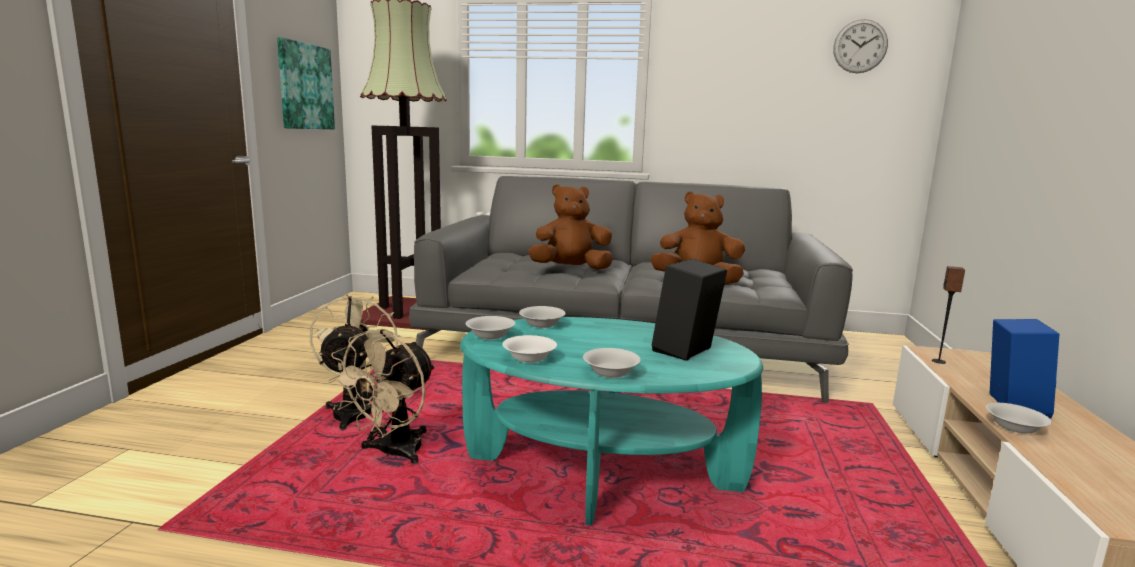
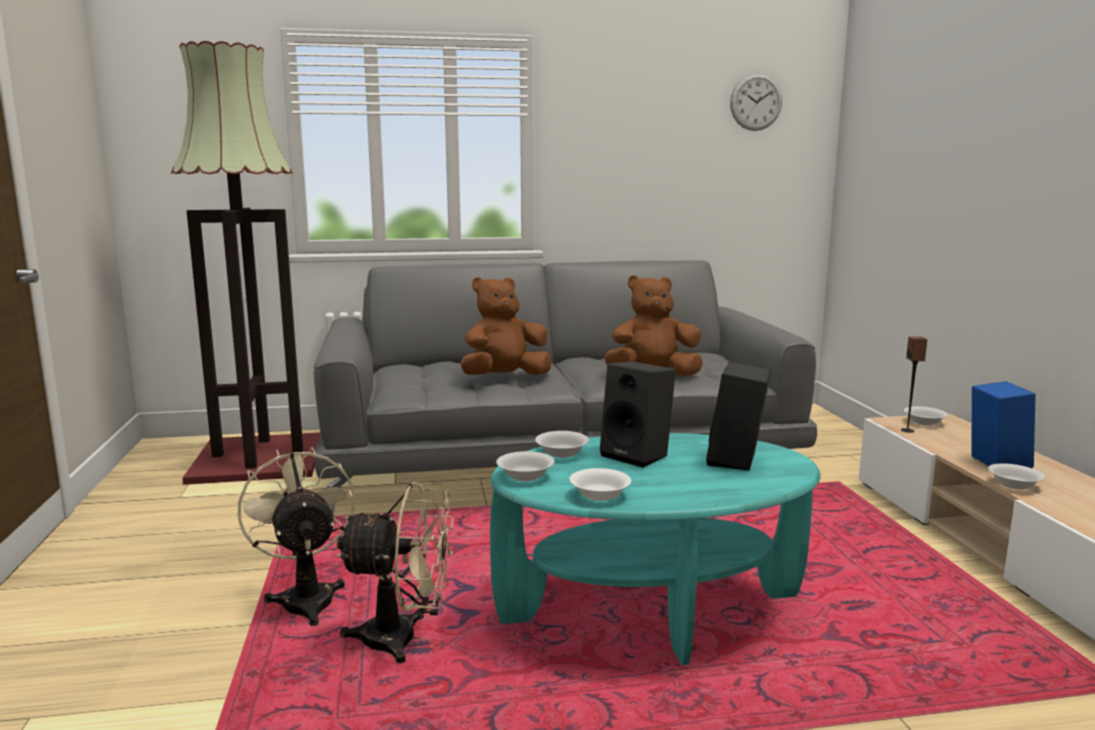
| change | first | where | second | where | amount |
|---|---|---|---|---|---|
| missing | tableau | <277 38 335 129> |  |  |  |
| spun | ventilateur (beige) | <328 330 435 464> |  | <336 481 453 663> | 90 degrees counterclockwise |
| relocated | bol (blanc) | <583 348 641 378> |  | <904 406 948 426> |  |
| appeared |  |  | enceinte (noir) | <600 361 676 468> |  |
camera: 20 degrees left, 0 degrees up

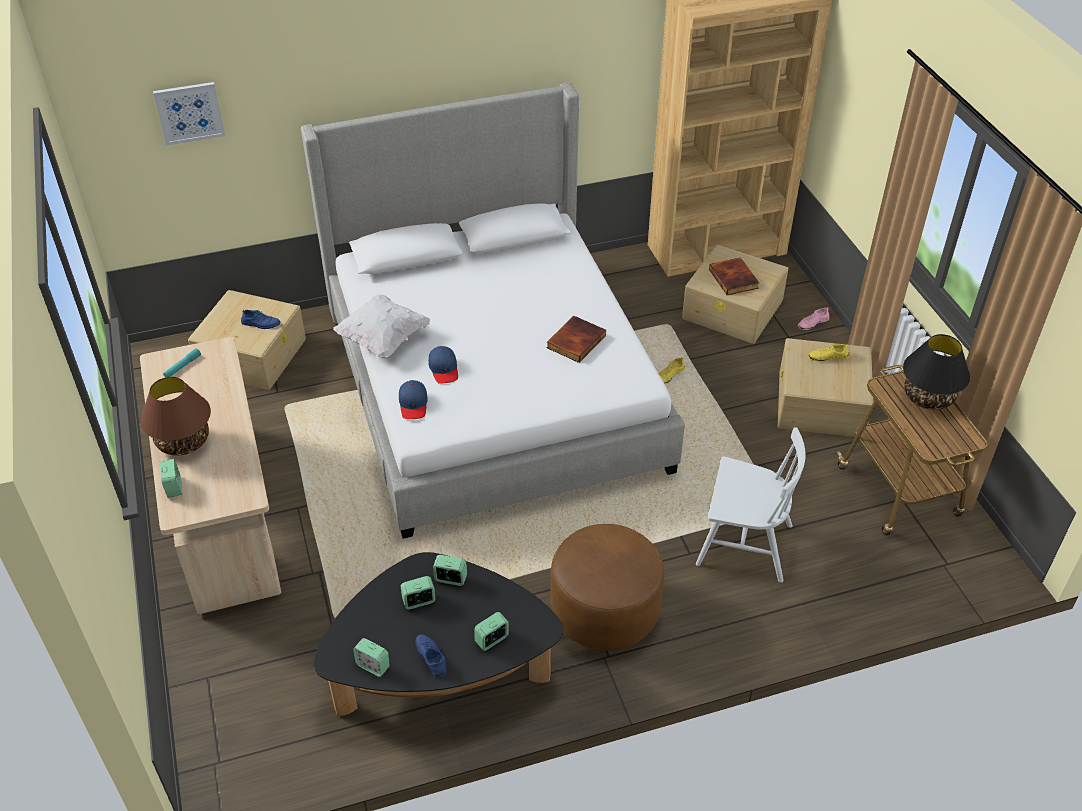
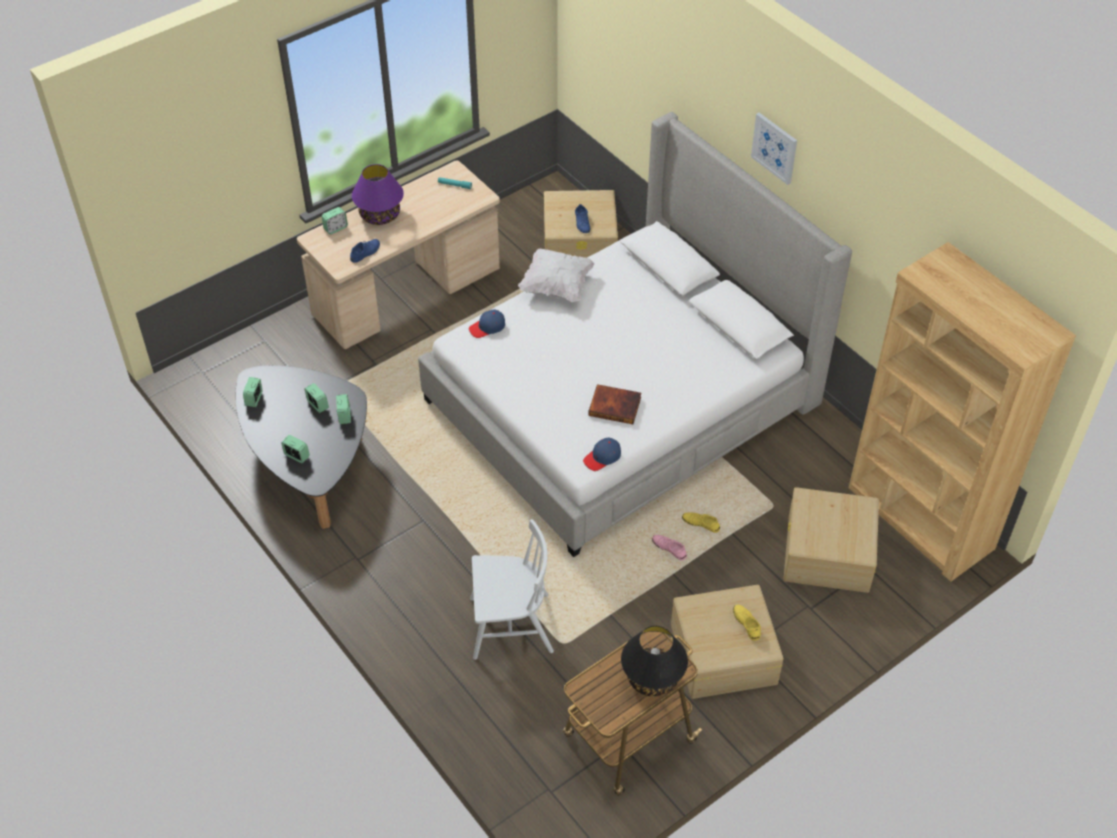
| change | first | where | second | where | amount |
|---|---|---|---|---|---|
| colour | lampe de table (marron) | <140 377 211 456> | lampe de table (violet) | <352 164 404 225> |  |
| relocated | tableau | <153 82 225 146> |  | <751 113 797 185> |  |
| relocated | chaussure (bleu) | <415 634 447 678> |  | <350 239 380 263> |  |
| relocated | casquette (bleu) | <428 346 458 384> |  | <583 437 621 471> |  |
| missing | pouf (marron) | <550 524 664 650> |  |  |  |
| spun | chaise (blanc) | <696 427 805 583> |  | <470 519 554 660> | 90 degrees counterclockwise |
| missing | livre | <709 257 759 295> |  |  |  |
| relocated | chaussure (rose) | <798 308 830 330> |  | <652 535 687 560> |  |
camera: 70 degrees right, 5 degrees up

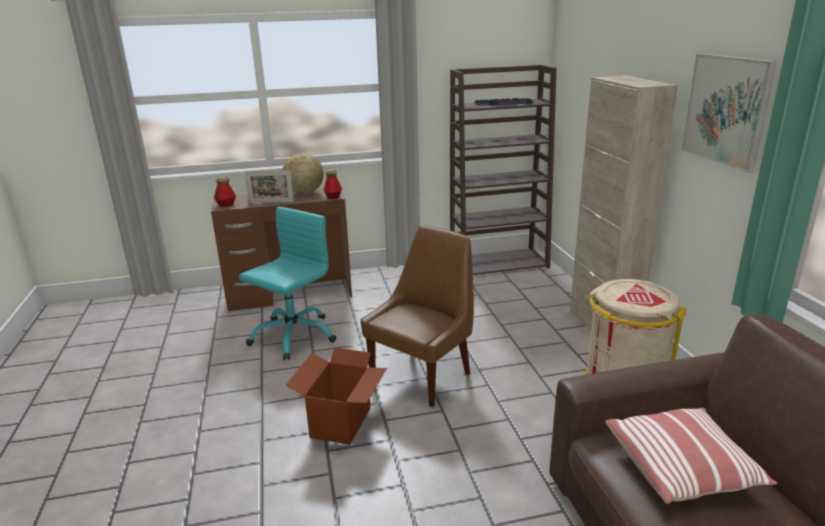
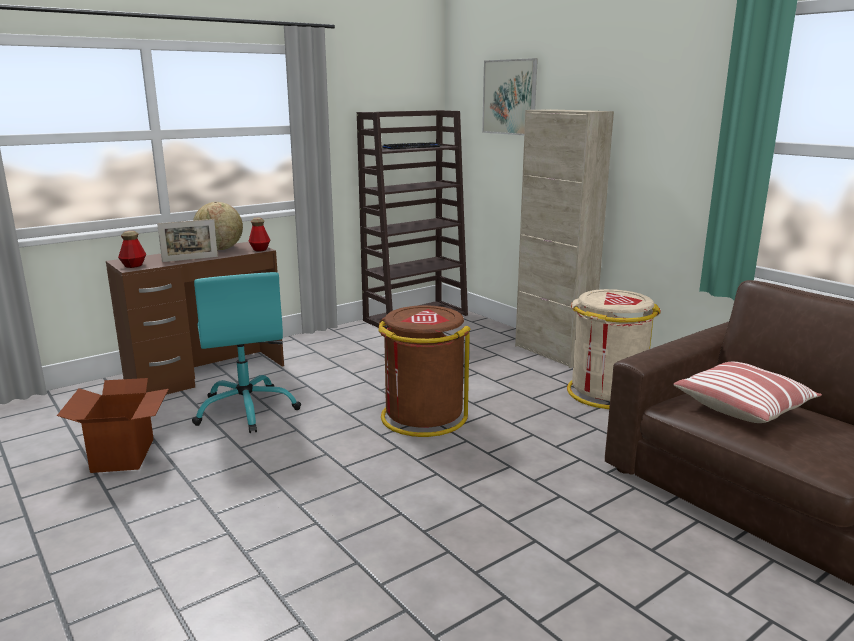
| change | first | where | second | where | amount |
|---|---|---|---|---|---|
| spun | chaise de bureau (turquoise) | <239 206 337 360> |  | <192 272 301 433> | 150 degrees clockwise |
| relocated | carton | <286 348 387 445> |  | <57 378 169 473> |  |
| exchanged | chaise (marron) | <361 226 474 407> | poubelle (marron) | <378 305 471 437> |  |
| relocated | tableau | <681 53 776 173> |  | <482 58 538 135> |  |
camera: 25 degrees left, 5 degrees down

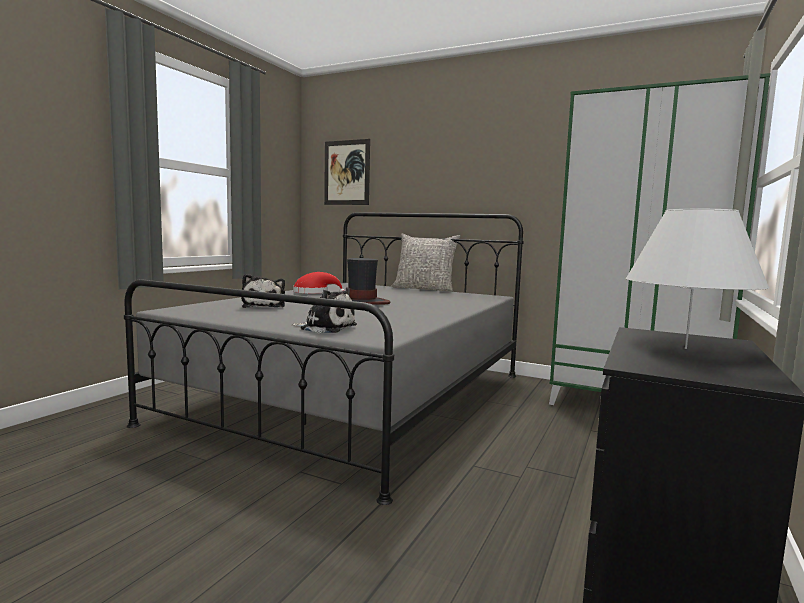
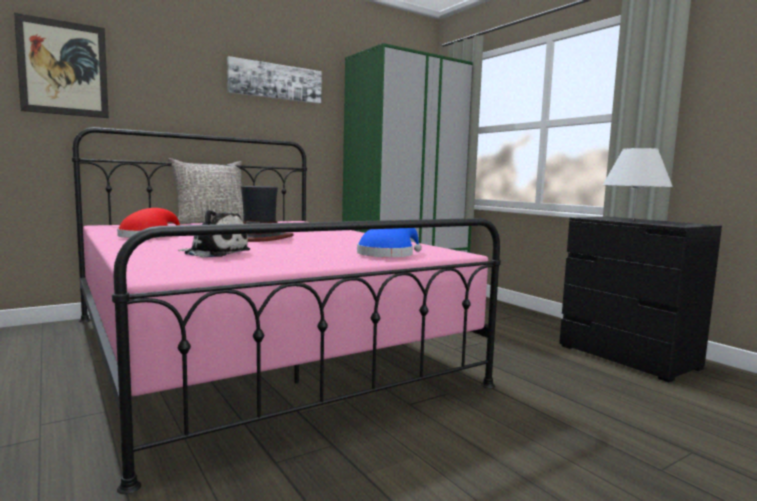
| change | first | where | second | where | amount |
|---|---|---|---|---|---|
| colour | lit (gris) | <124 212 524 505> | lit (rose) | <72 127 501 494> |  |
| exchanged | peluche | <291 290 357 333> | chapeau (bleu) | <357 228 422 257> |  |
| appeared |  |  | tableau | <227 56 322 104> |  |
camera: 60 degrees left, 0 degrees up

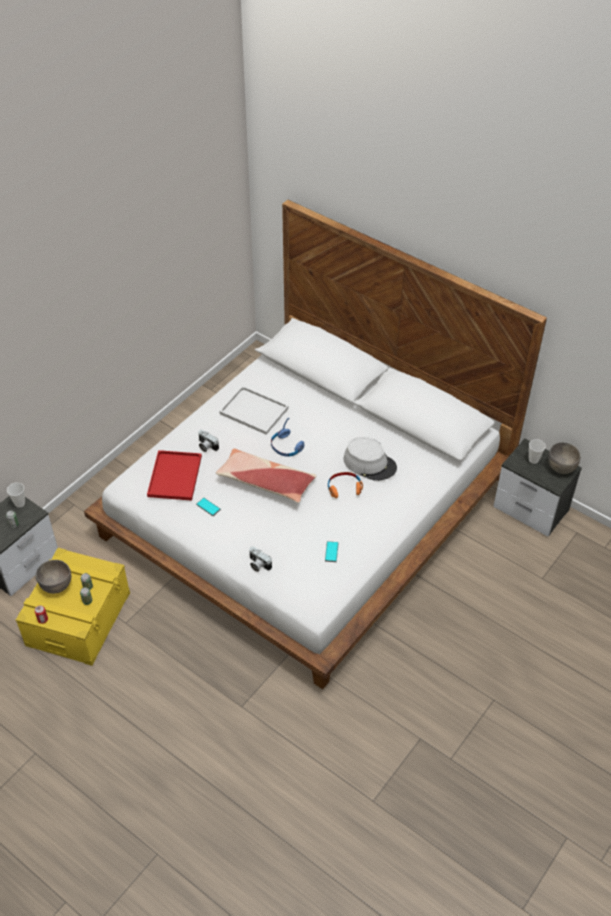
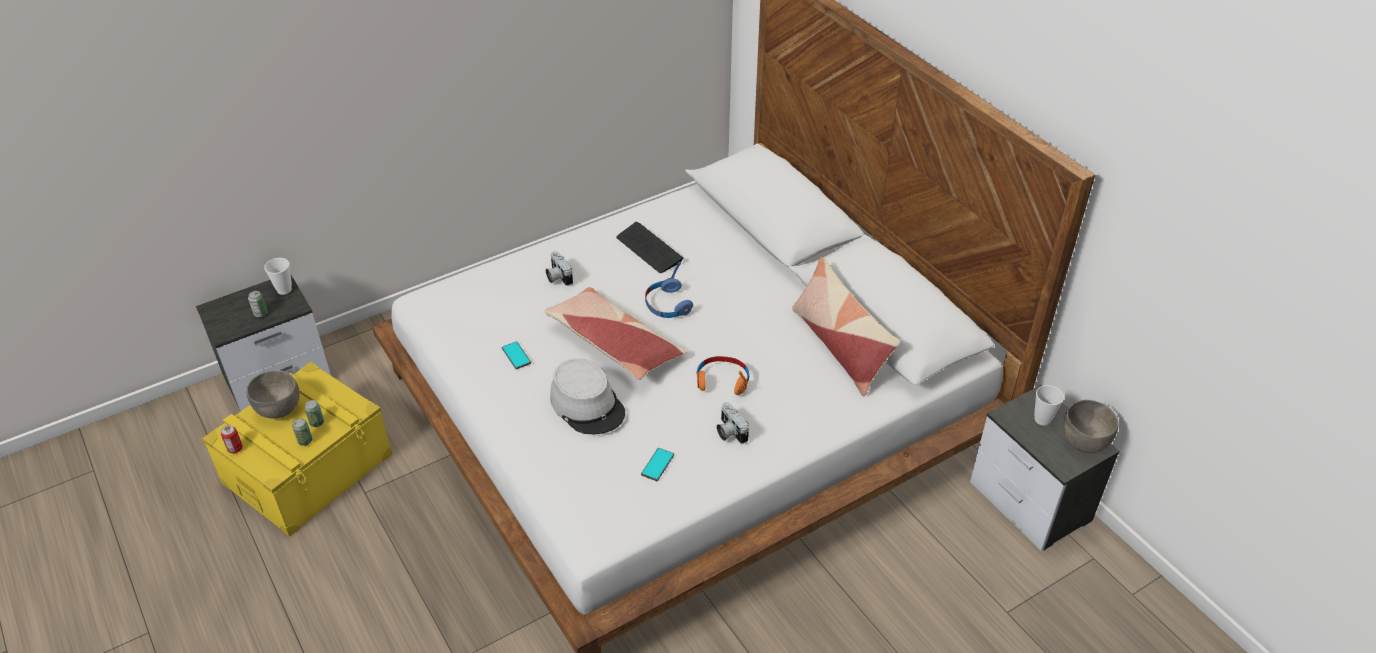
| change | first | where | second | where | amount |
|---|---|---|---|---|---|
| missing | plateau (rouge) | <147 450 202 501> |  |  |  |
| exchanged | plateau (blanc) | <219 386 289 435> | clavier | <616 222 683 273> |  |
| relocated | appareil photo | <249 547 272 572> |  | <717 402 749 444> |  |
| relocated | chapeau (gris) | <343 437 397 481> |  | <550 359 625 434> |  |
| appeared |  |  | coussin | <792 257 900 397> |  |
camera: 20 degrees right, 5 degrees down

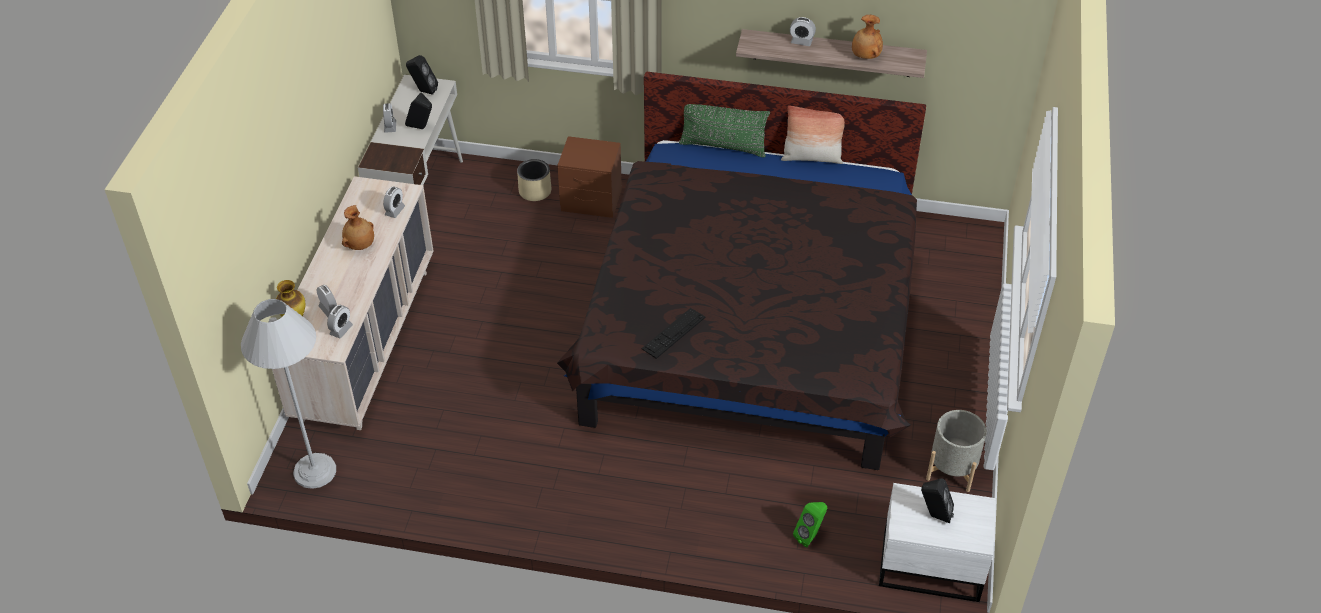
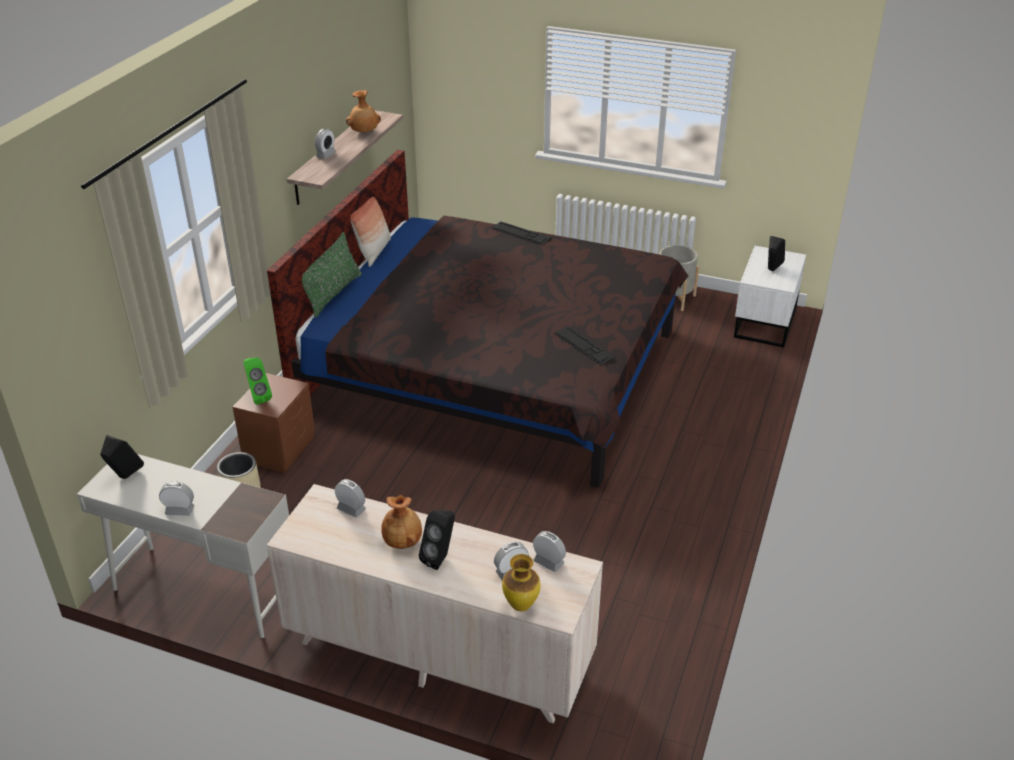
| change | first | where | second | where | amount |
|---|---|---|---|---|---|
| missing | lampadaire (blanc) | <241 299 336 489> |  |  |  |
| relocated | enceinte (noir) | <405 93 432 129> |  | <419 510 455 570> |  |
| relocated | enceinte (vert) | <793 502 827 547> |  | <244 357 272 405> |  |
| appeared |  |  | clavier | <492 221 551 245> |  |
camera: 80 degrees left, 10 degrees down

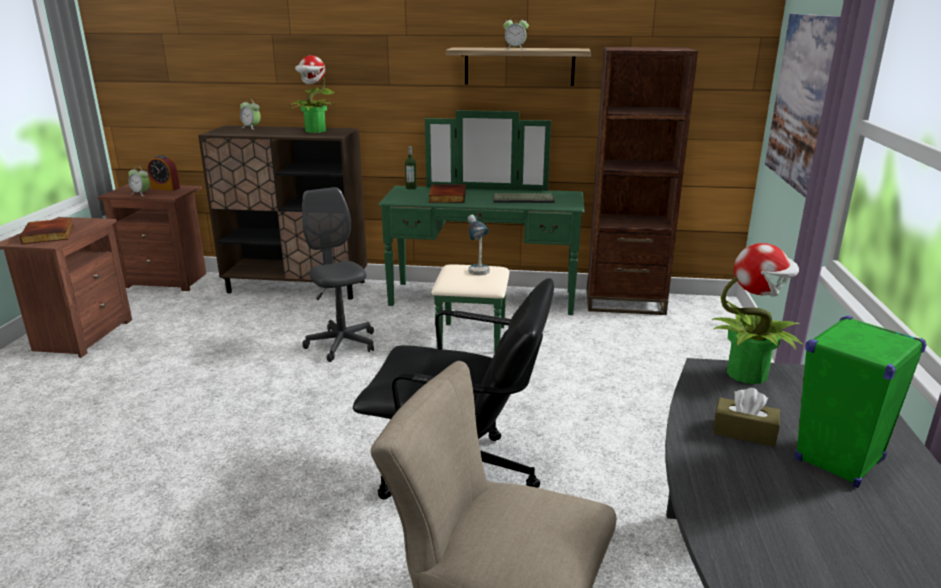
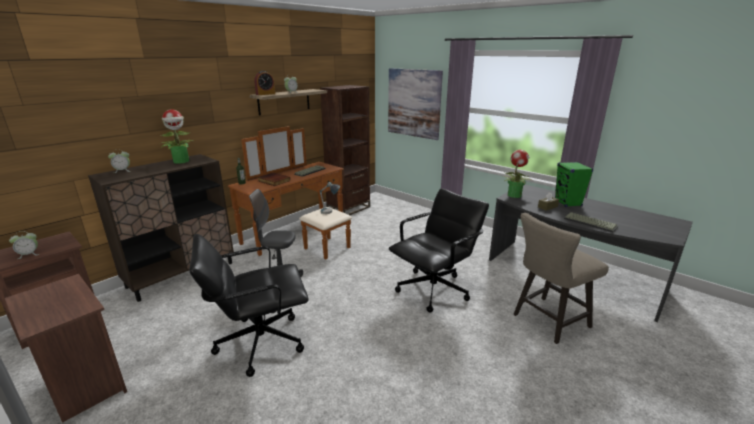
| change | first | where | second | where | amount |
|---|---|---|---|---|---|
| missing | livre | <20 218 74 244> |  |  |  |
| relocated | réveil | <147 155 180 191> |  | <254 71 275 95> |  |
| colour | commode (vert) | <379 110 585 353> | commode (marron) | <228 126 352 260> |  |
| appeared |  |  | chaise de bureau (noir) | <189 234 309 377> |  |
| appeared |  |  | clavier | <564 212 618 232> |  |
camera: 55 degrees left, 0 degrees up

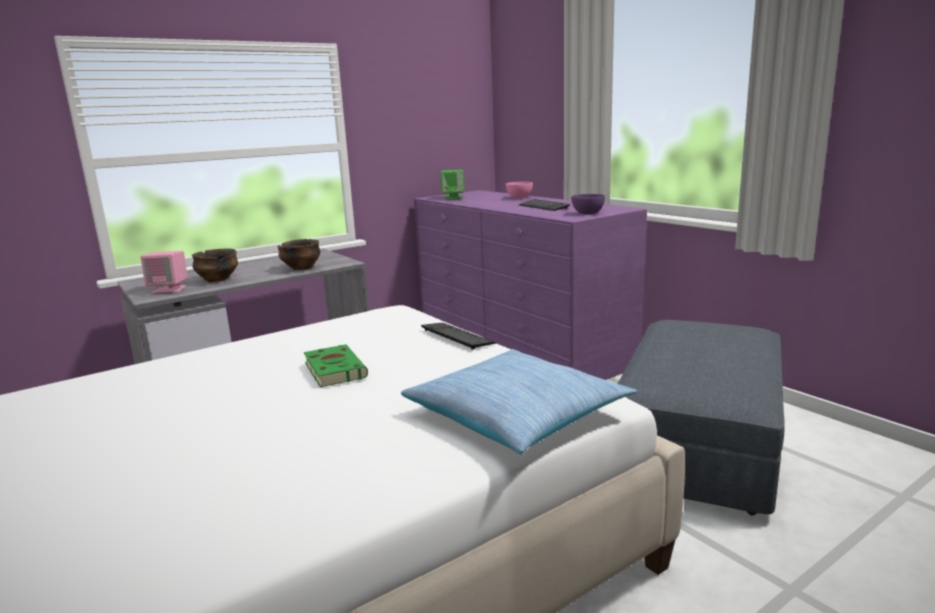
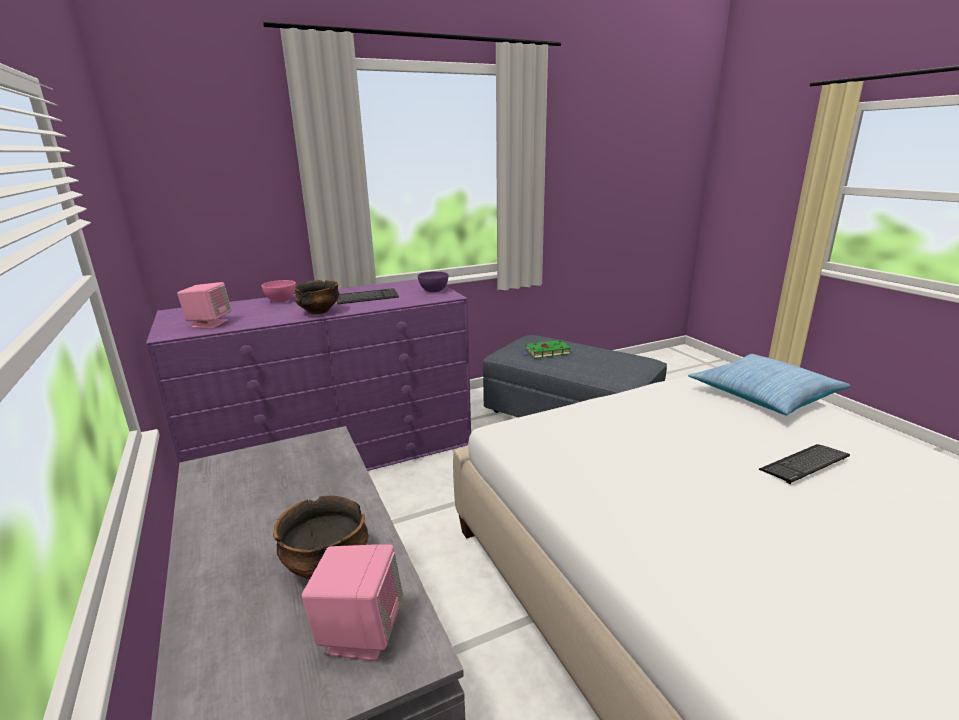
| change | first | where | second | where | amount |
|---|---|---|---|---|---|
| relocated | bol | <277 239 321 270> |  | <294 280 339 314> |  |
| relocated | livre (vert) | <304 344 368 387> |  | <522 340 571 358> |  |
| relocated | clavier | <421 323 496 350> |  | <759 444 850 484> |  |
| colour | enceinte (vert) | <441 170 464 200> | enceinte (rose) | <177 282 232 329> |  |
camera: 80 degrees left, 5 degrees up

